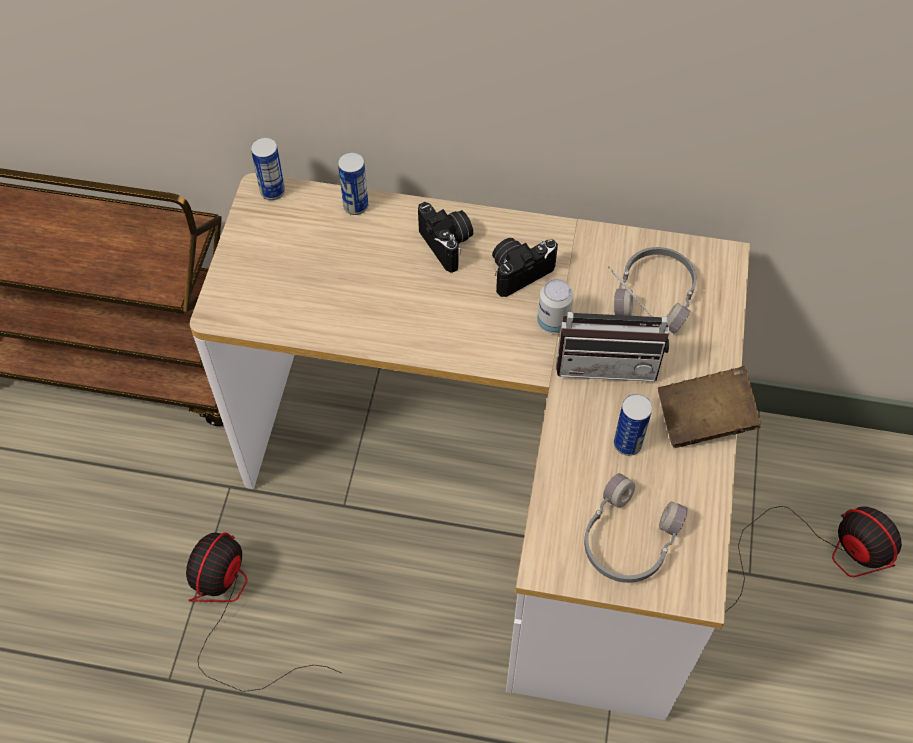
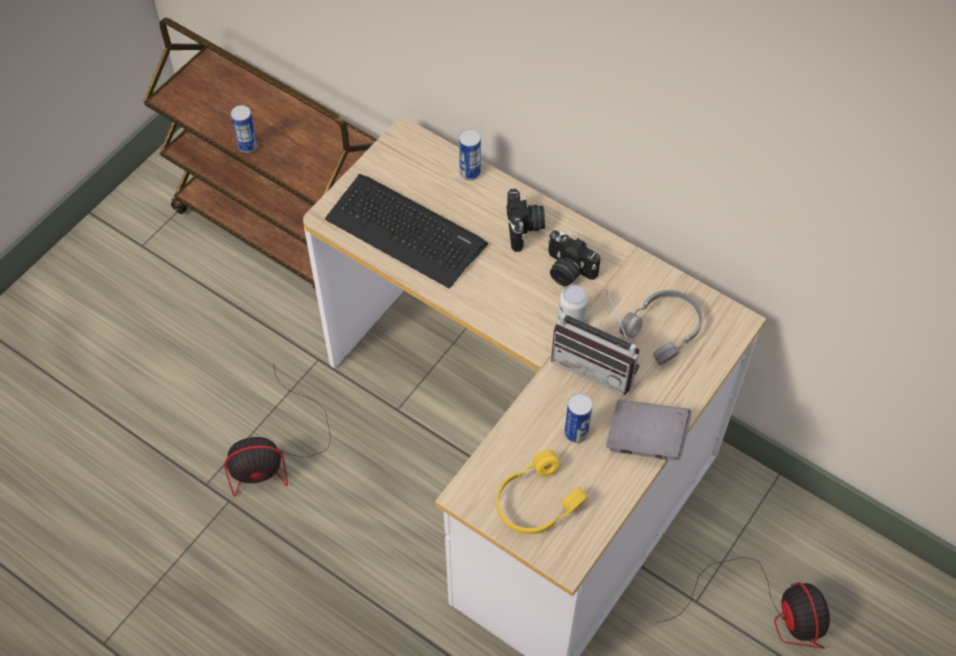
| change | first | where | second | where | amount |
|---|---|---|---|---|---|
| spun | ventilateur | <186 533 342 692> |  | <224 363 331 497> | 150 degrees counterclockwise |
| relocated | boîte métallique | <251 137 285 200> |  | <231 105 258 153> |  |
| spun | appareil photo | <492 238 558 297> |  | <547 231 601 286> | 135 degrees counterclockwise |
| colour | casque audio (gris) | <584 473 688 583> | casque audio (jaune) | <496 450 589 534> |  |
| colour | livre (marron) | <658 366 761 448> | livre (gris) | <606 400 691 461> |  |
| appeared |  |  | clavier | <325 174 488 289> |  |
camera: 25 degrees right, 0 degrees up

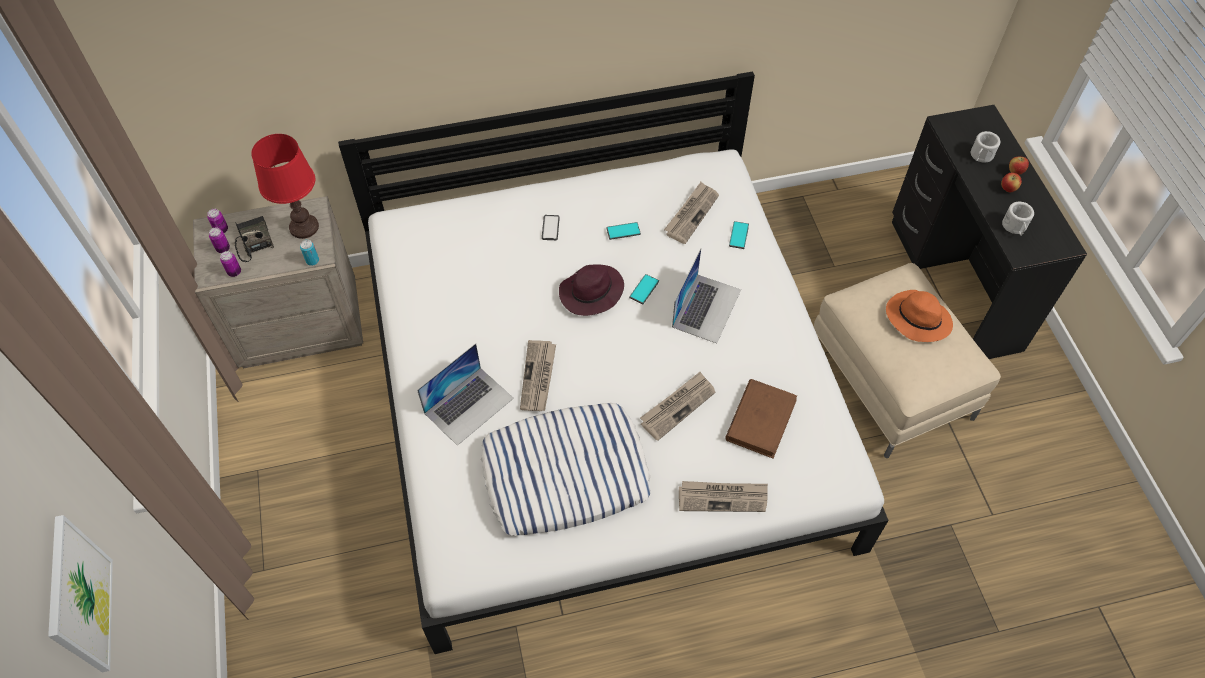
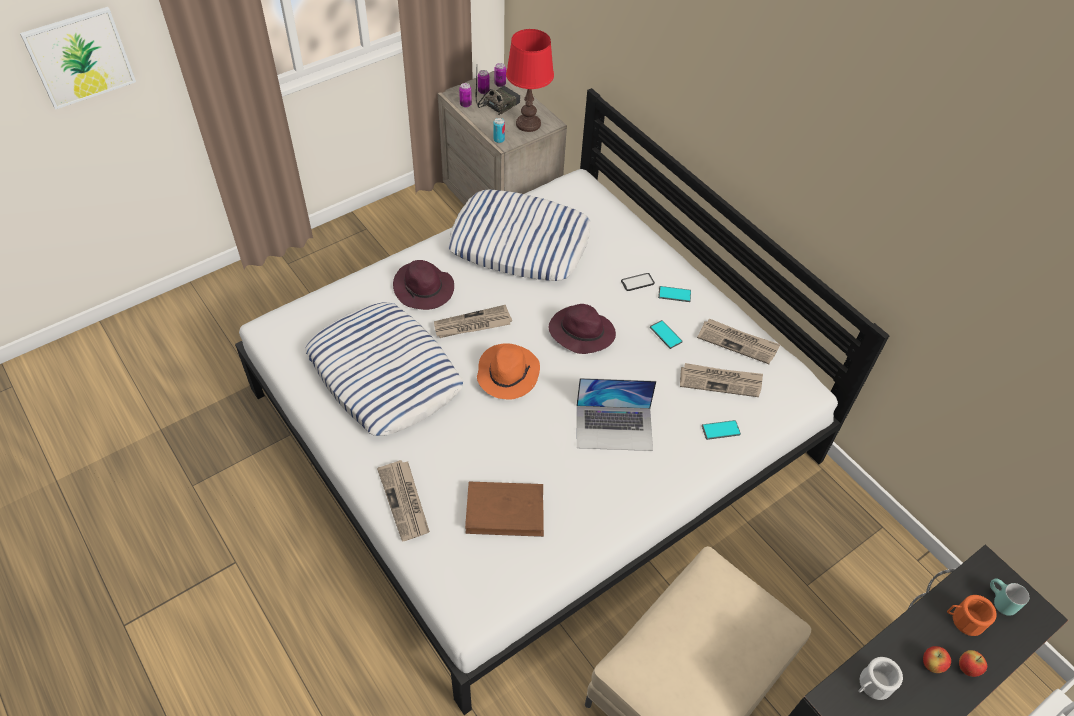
| change | first | where | second | where | amount |
|---|---|---|---|---|---|
| exchanged | ordinateur portable | <417 343 514 446> | chapeau (violet) | <393 260 454 310> |  |
| relocated | téléphone | <629 274 659 304> |  | <658 286 691 302> |  |
| relocated | journal | <640 372 716 441> |  | <697 319 781 364> |  |
| relocated | chapeau (orange) | <886 290 953 342> |  | <477 343 540 399> |  |
| colour | mug (blanc) | <971 131 1000 163> | mug (orange) | <947 595 997 636> |  |
| appeared |  |  | coussin | <448 190 591 281> |  |
| appeared |  |  | mug (turquoise) | <990 578 1029 616> |  |
camera: 65 degrees right, 5 degrees down

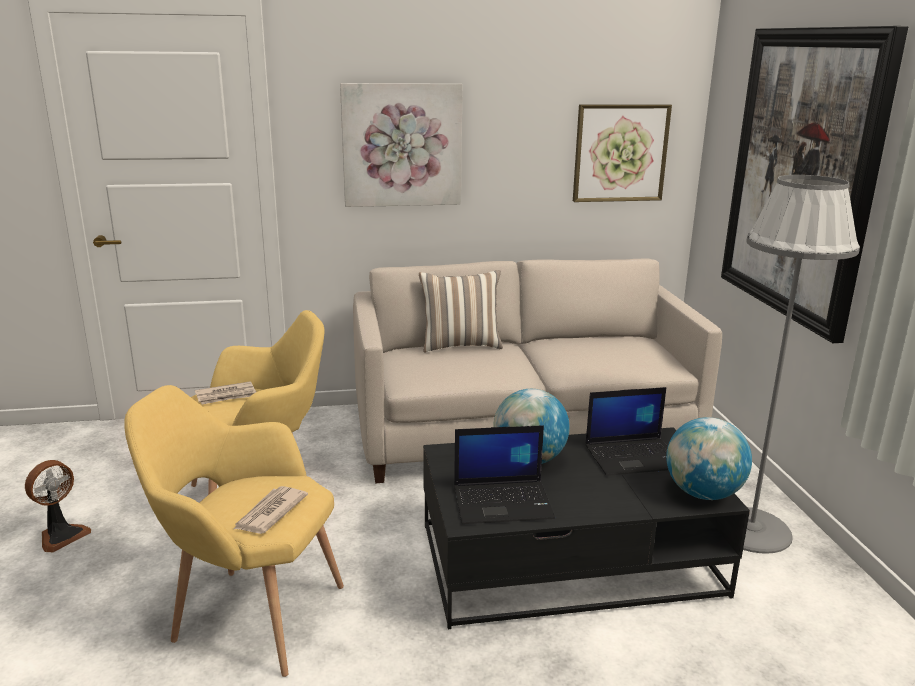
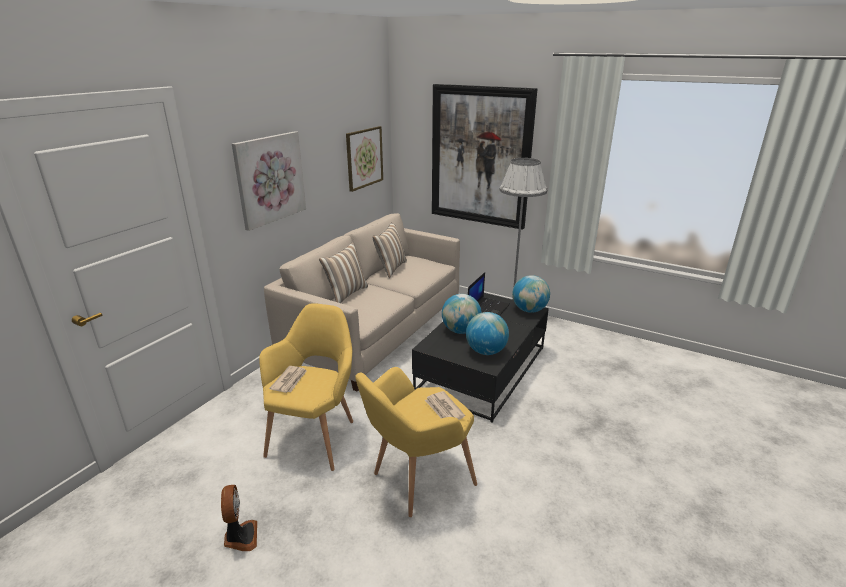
| change | first | where | second | where | amount |
|---|---|---|---|---|---|
| exchanged | ordinateur portable | <454 425 555 524> | globe | <466 312 509 355> |  |
| appeared |  |  | coussin | <372 222 407 278> |  |
camera: 50 degrees left, 5 degrees up

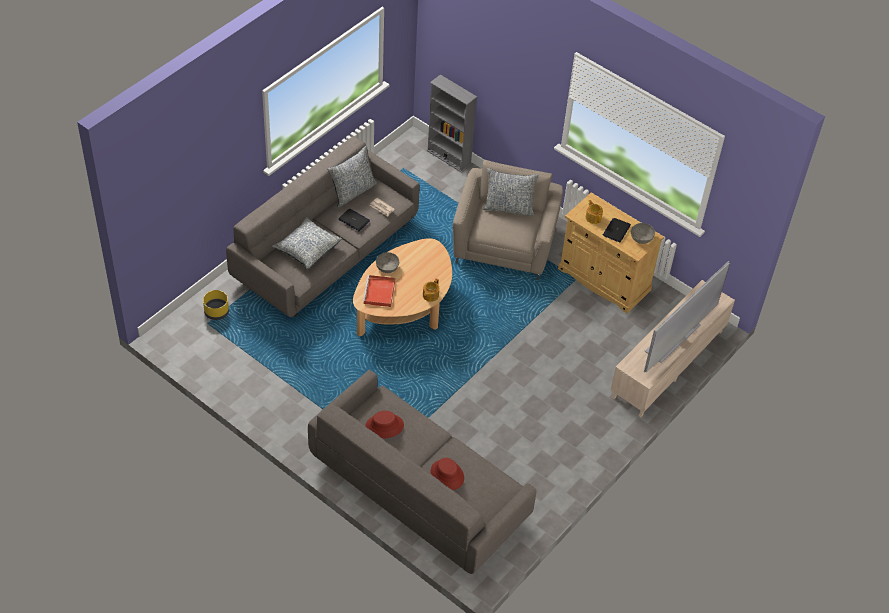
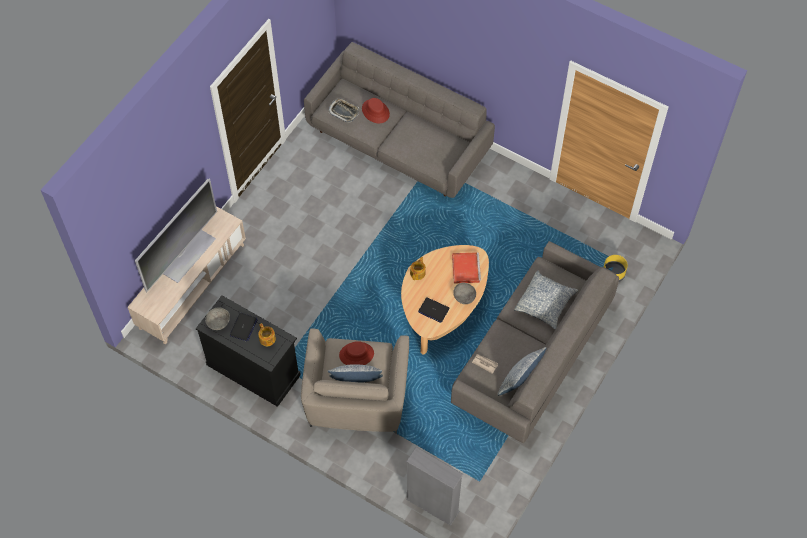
| change | first | where | second | where | amount |
|---|---|---|---|---|---|
| relocated | ordinateur portable | <338 209 370 231> |  | <418 297 450 323> |  |
| relocated | chapeau (rouge) | <366 411 404 438> |  | <339 341 374 365> |  |
| colour | meuble de rangement (beige) | <558 193 664 313> | meuble de rangement (noir) | <196 296 301 407> |  |
| appeared |  |  | plateau | <328 98 359 123> |  |
camera: 175 degrees right, 10 degrees up

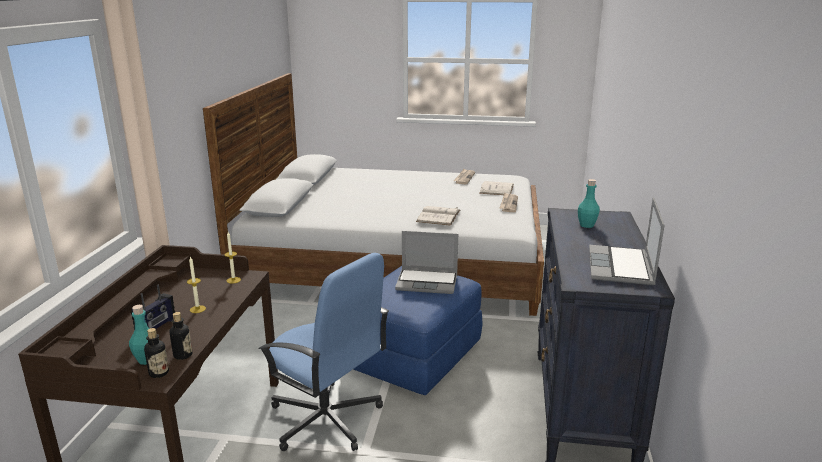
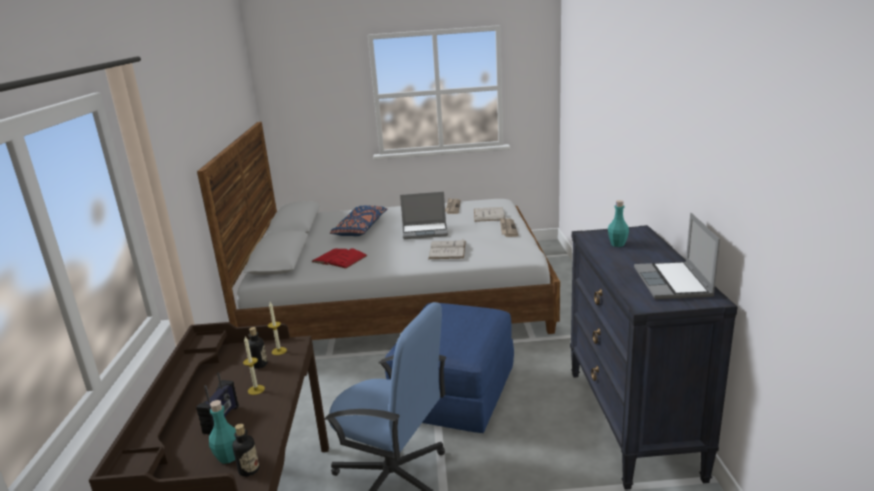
| change | first | where | second | where | amount |
|---|---|---|---|---|---|
| relocated | bouteille | <169 312 192 360> |  | <248 327 268 369> |  |
| relocated | ordinateur portable | <395 231 458 294> |  | <400 192 448 239> |  |
| appeared |  |  | livre (rouge) | <312 249 368 269> |  |
| appeared |  |  | coussin (bleu) | <330 205 387 236> |  |
camera: 10 degrees left, 0 degrees up

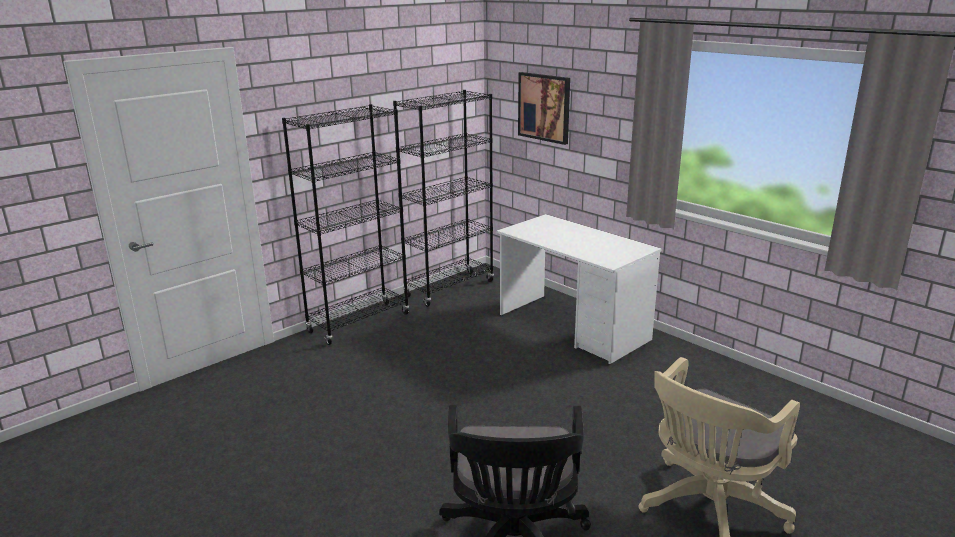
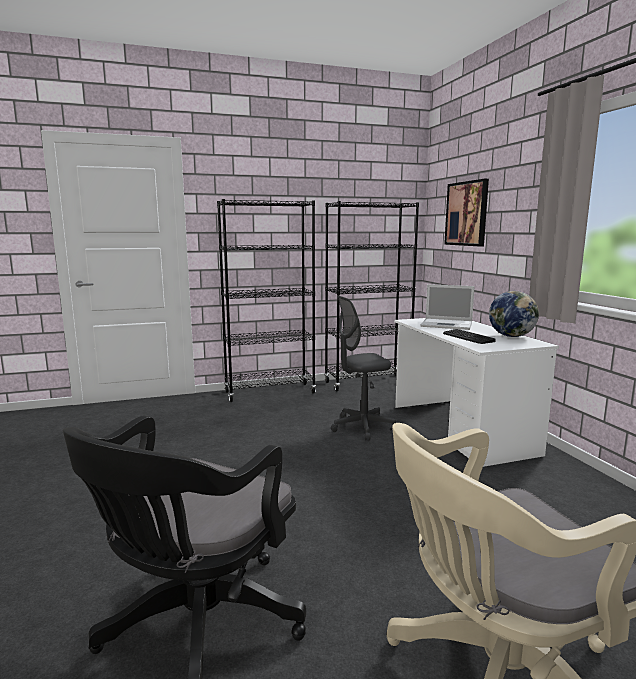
| change | first | where | second | where | amount |
|---|---|---|---|---|---|
| appeared |  |  | chaise de bureau (gris) | <331 295 396 440> |  |
| appeared |  |  | ordinateur portable | <420 284 475 330> |  |
| appeared |  |  | clavier | <443 329 496 344> |  |
| appeared |  |  | globe | <489 291 539 337> |  |
camera: 25 degrees right, 10 degrees down

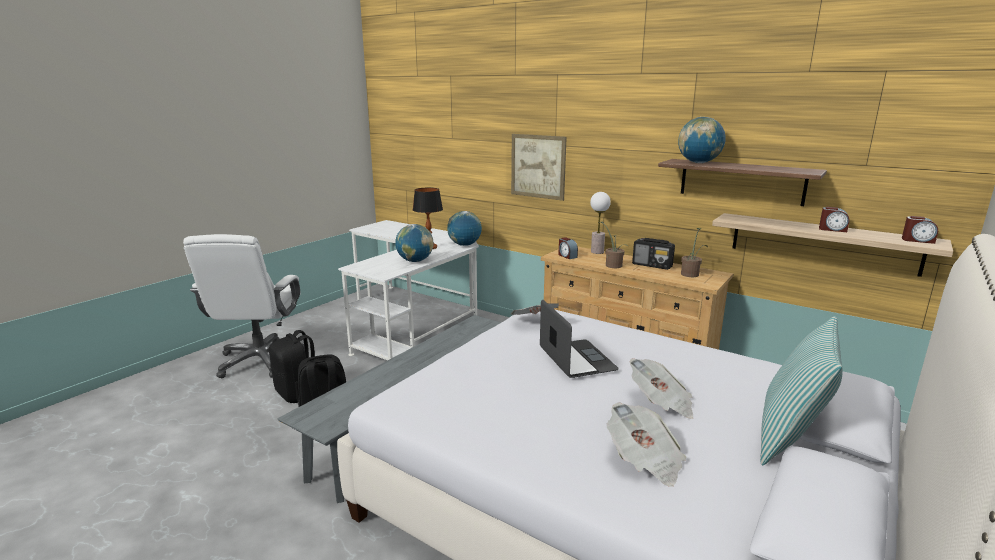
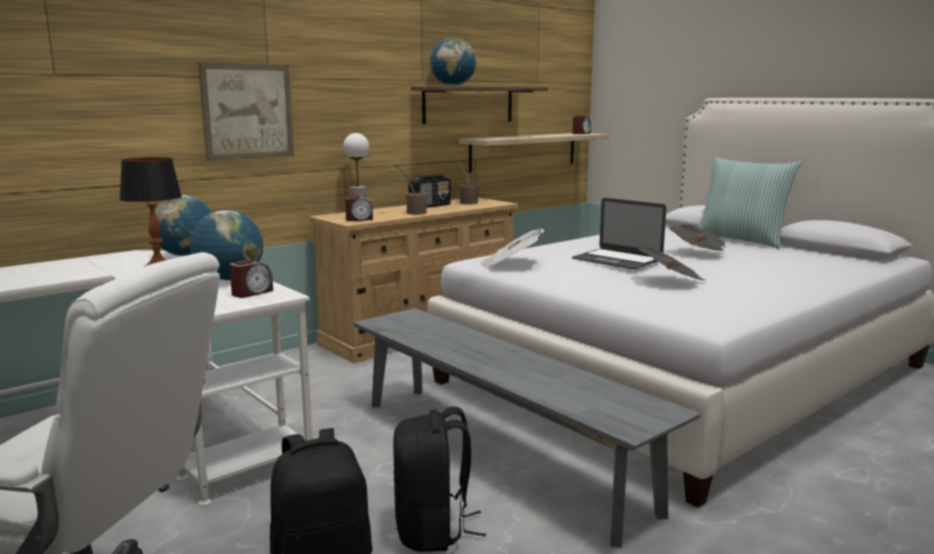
| change | first | where | second | where | amount |
|---|---|---|---|---|---|
| spun | ordinateur portable | <540 299 619 378> |  | <572 198 666 269> | 135 degrees counterclockwise |
| relocated | journal | <607 402 686 487> |  | <638 247 705 280> |  |
| relocated | réveil | <819 207 849 232> |  | <229 259 273 298> |  |
camera: 75 degrees left, 5 degrees down

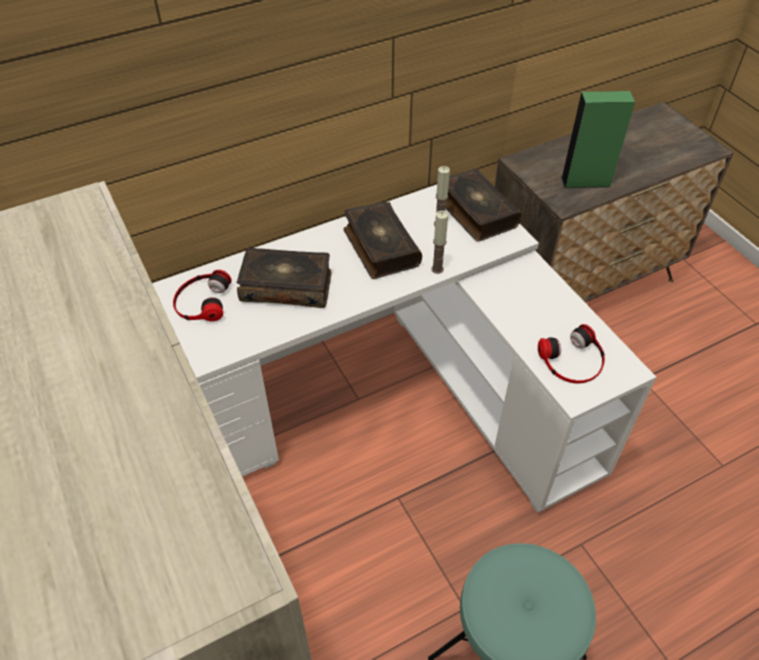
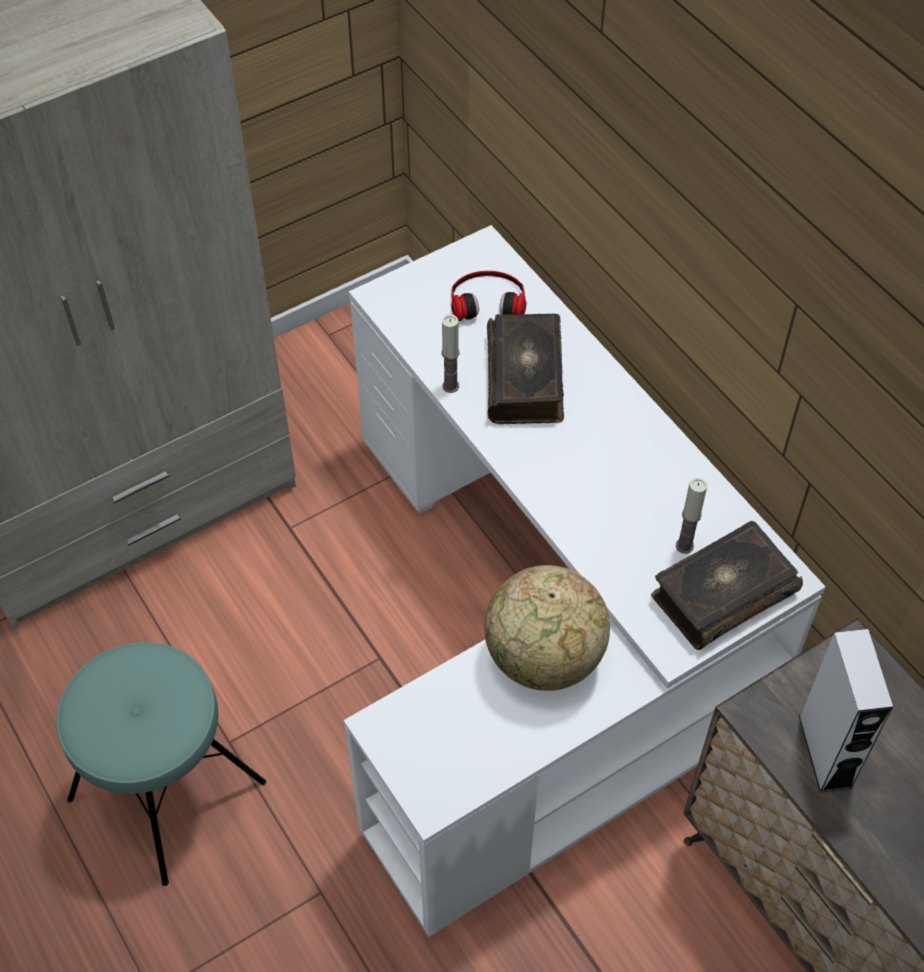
| change | first | where | second | where | amount |
|---|---|---|---|---|---|
| missing | livre | <344 201 422 279> |  |  |  |
| relocated | bougie | <431 211 448 274> |  | <441 315 460 393> |  |
| missing | casque audio | <538 324 605 383> |  |  |  |
| colour | enceinte (vert) | <561 91 635 188> | enceinte (blanc) | <799 629 893 793> |  |
| appeared |  |  | globe | <484 565 610 691> |  |
camera: 85 degrees right, 5 degrees up

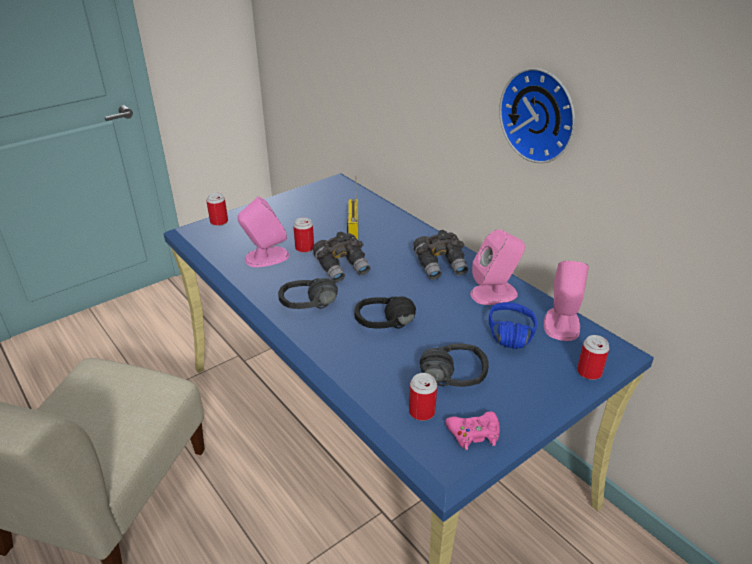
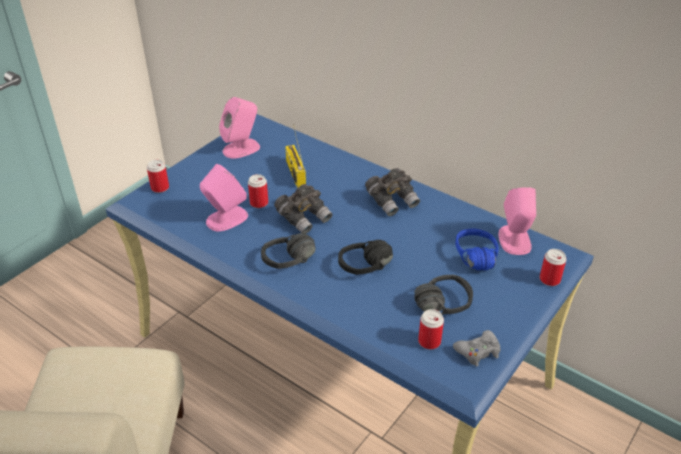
| change | first | where | second | where | amount |
|---|---|---|---|---|---|
| colour | manette (rose) | <445 411 500 450> | manette (gris) | <453 330 501 367> |  |
| relocated | enceinte (rose) | <470 229 525 305> |  | <219 97 260 159> |  |
| missing | horloge murale | <499 68 575 163> |  |  |  |
camera: 15 degrees left, 5 degrees up

